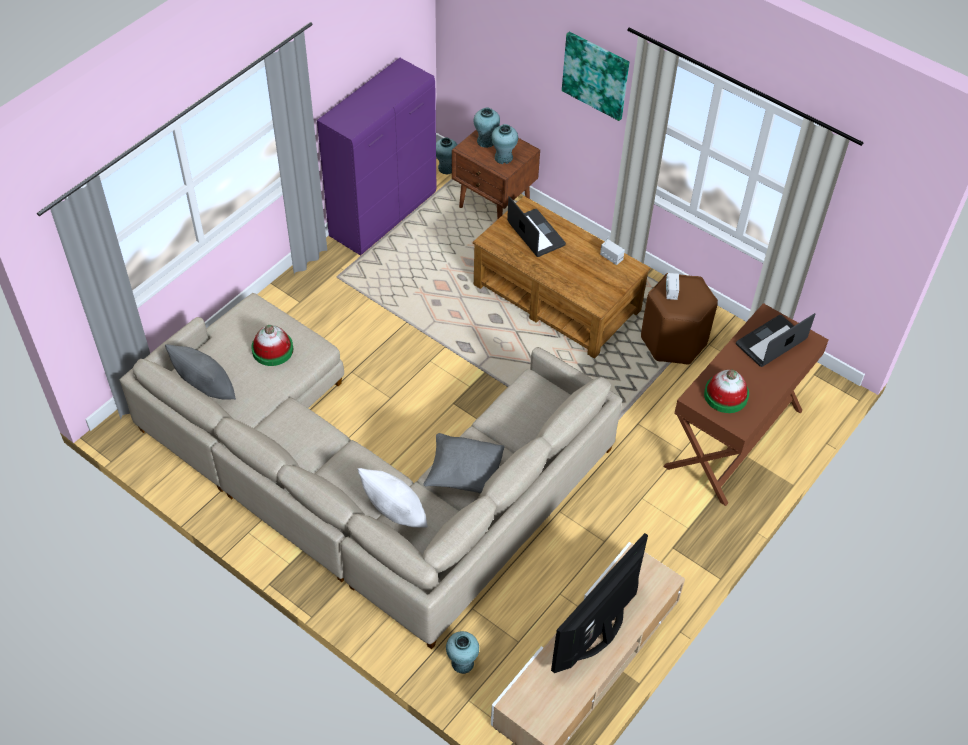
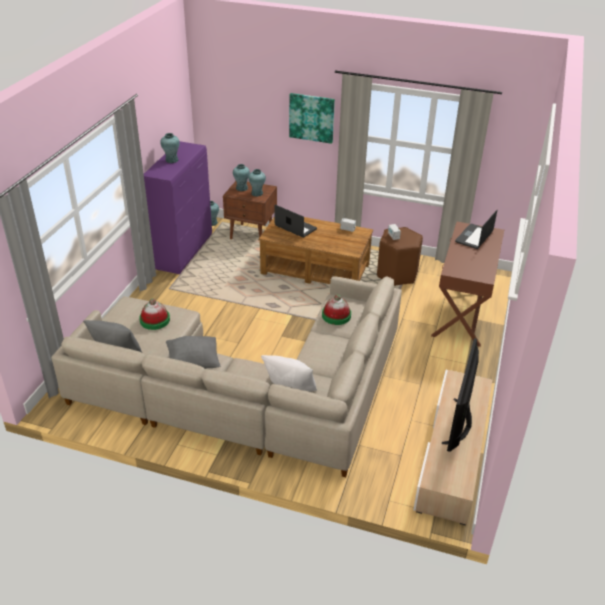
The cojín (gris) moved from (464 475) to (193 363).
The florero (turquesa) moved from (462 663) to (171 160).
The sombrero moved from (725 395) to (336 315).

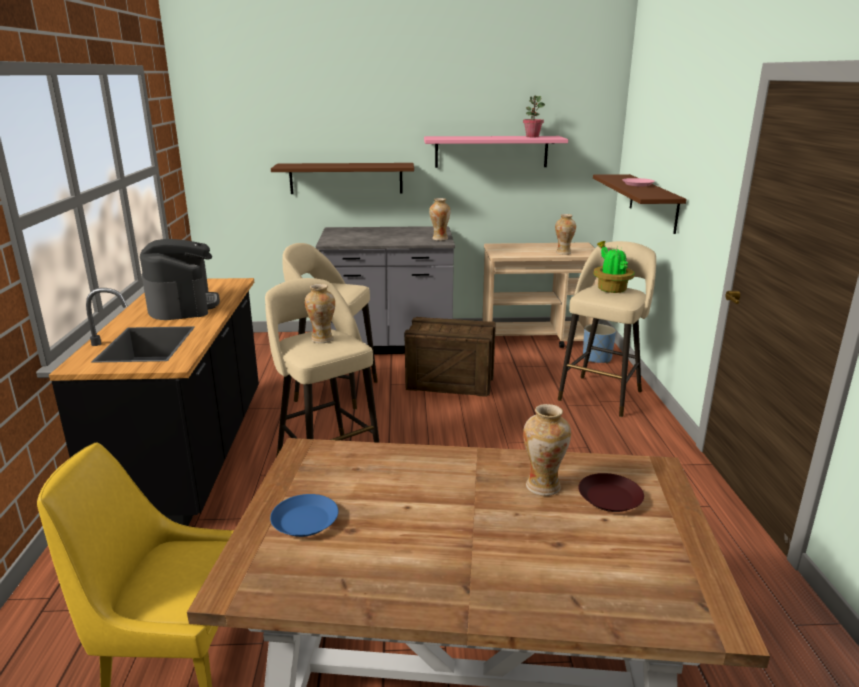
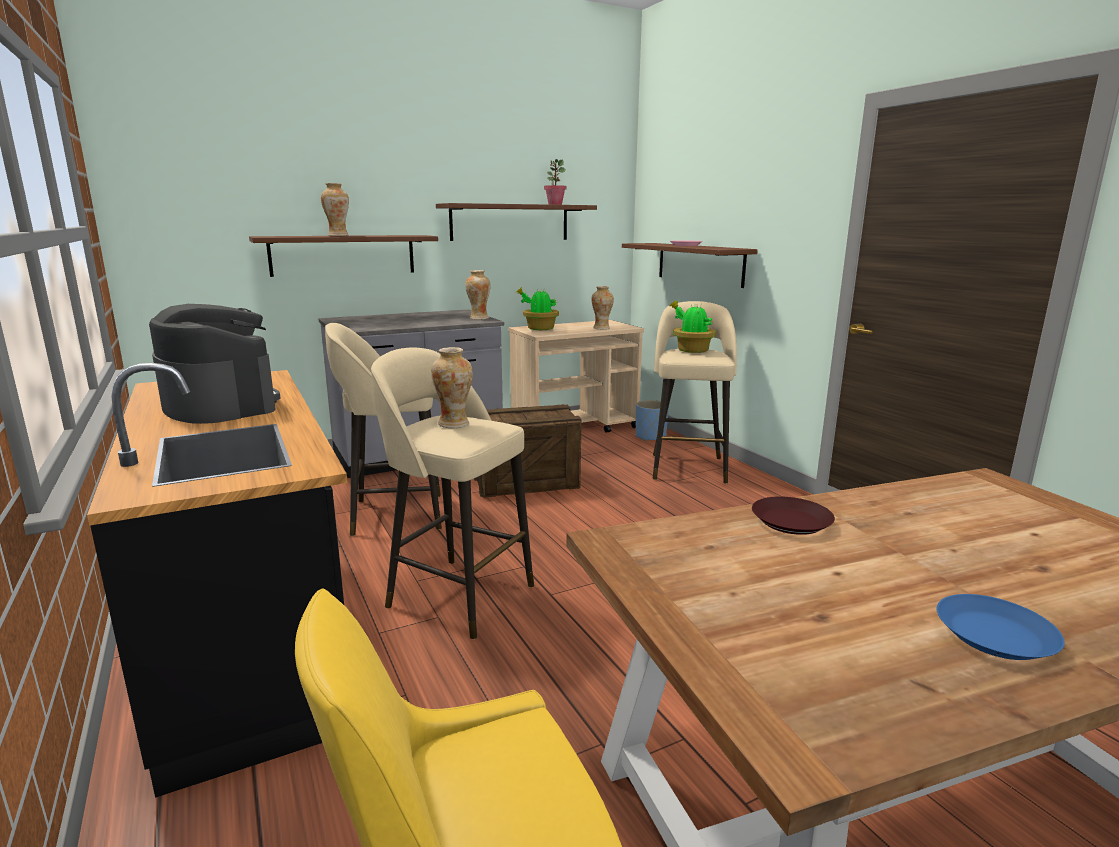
The plato (azul) moved from (305 520) to (993 635).
The estante (rosa) at (491 151) became the estante (marrón) at (510 222).
The florero moved from (543 486) to (338 236).
The plato (marrón) moved from (609 498) to (791 522).
The planta en maceta at (539 329) appeared.

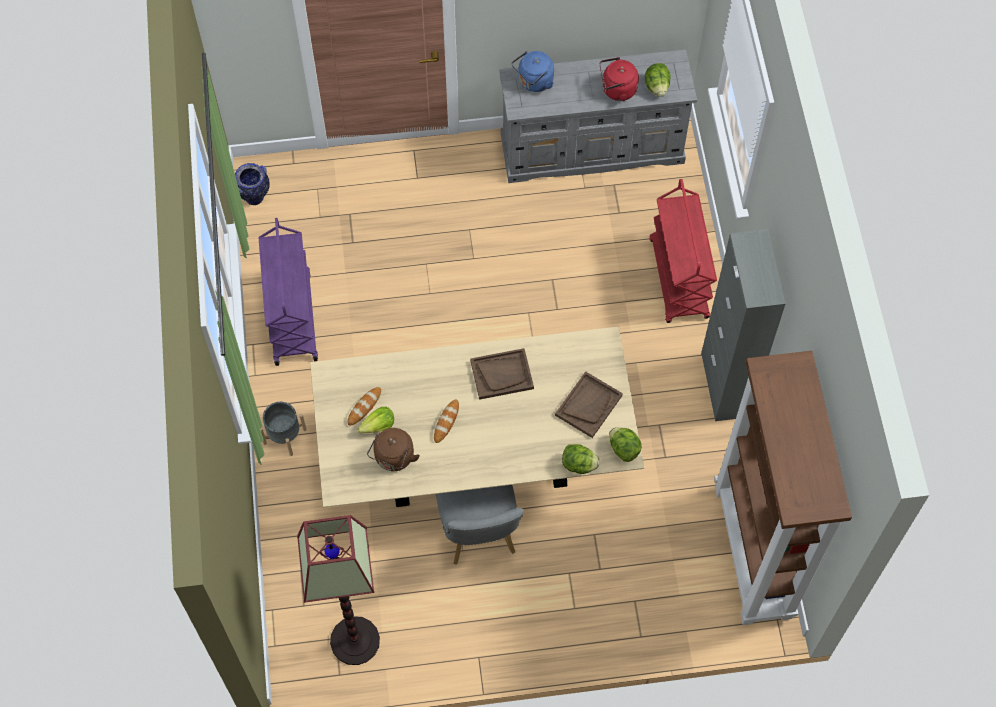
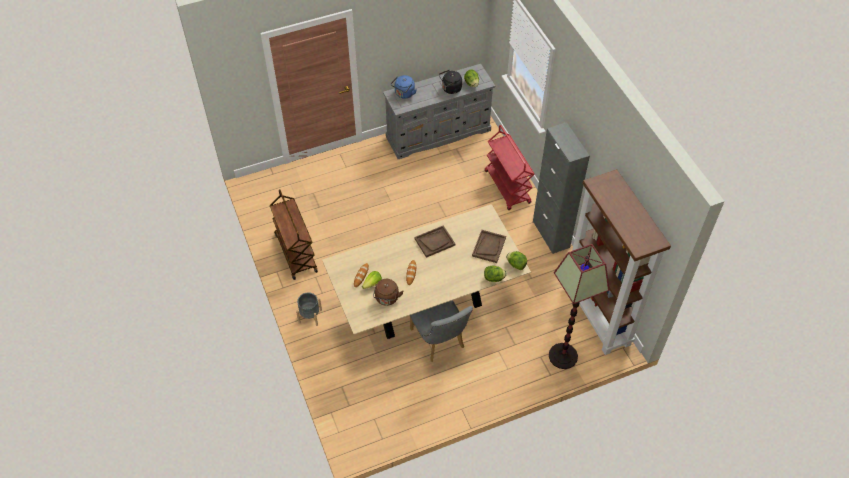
The florero at (255 197) disappeared.
The carrito (morado) at (292 317) became the carrito (marrón) at (295 253).
The lámpara de pie moved from (354 641) to (563 356).
The hervidor (rojo) at (616 90) became the hervidor (negro) at (450 89).

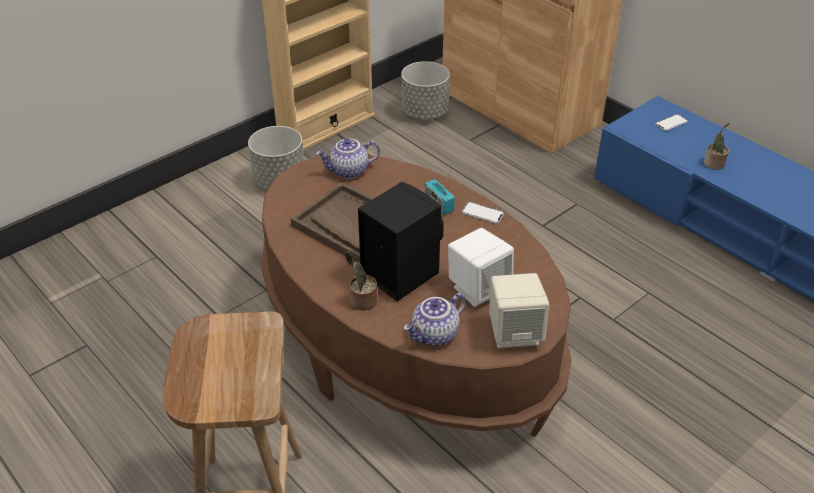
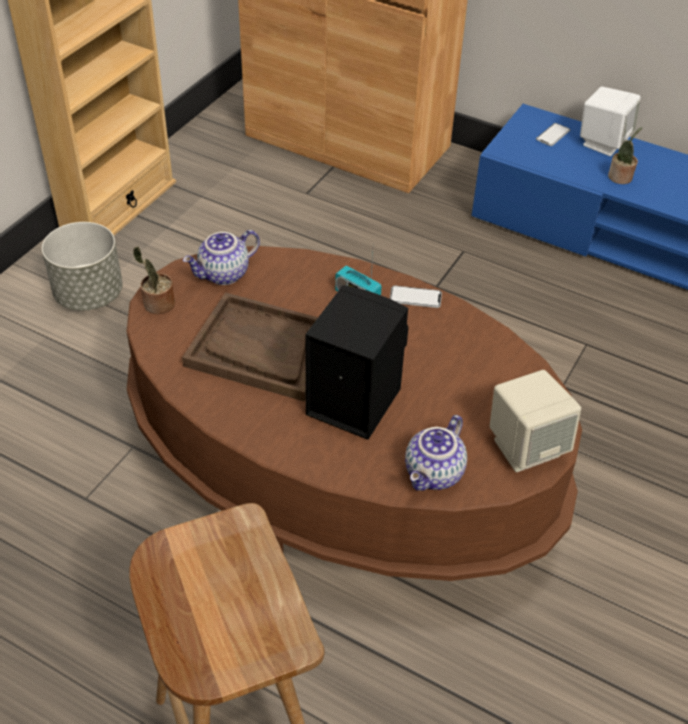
The planta en maceta moved from (362 302) to (157 305).
The maceta (gris) at (425 112) disappeared.
The altavoz (blanco) moved from (478 288) to (603 142).

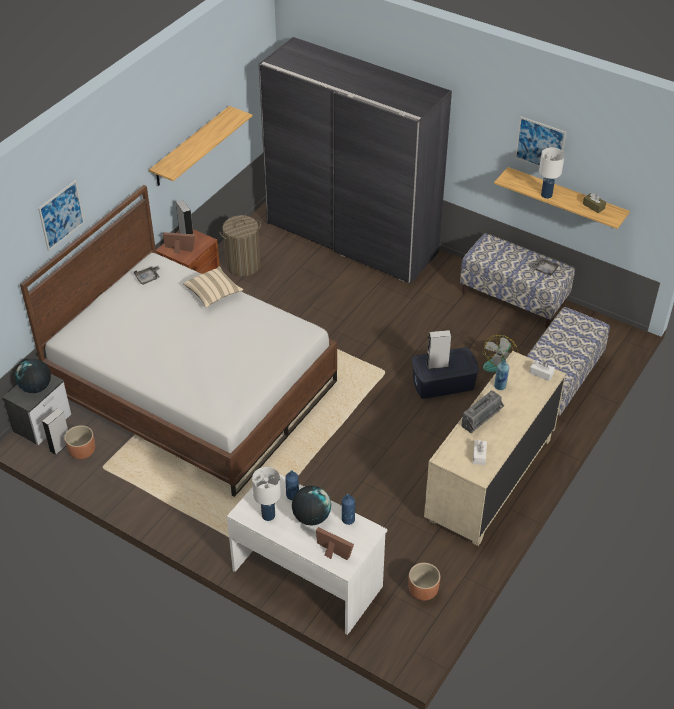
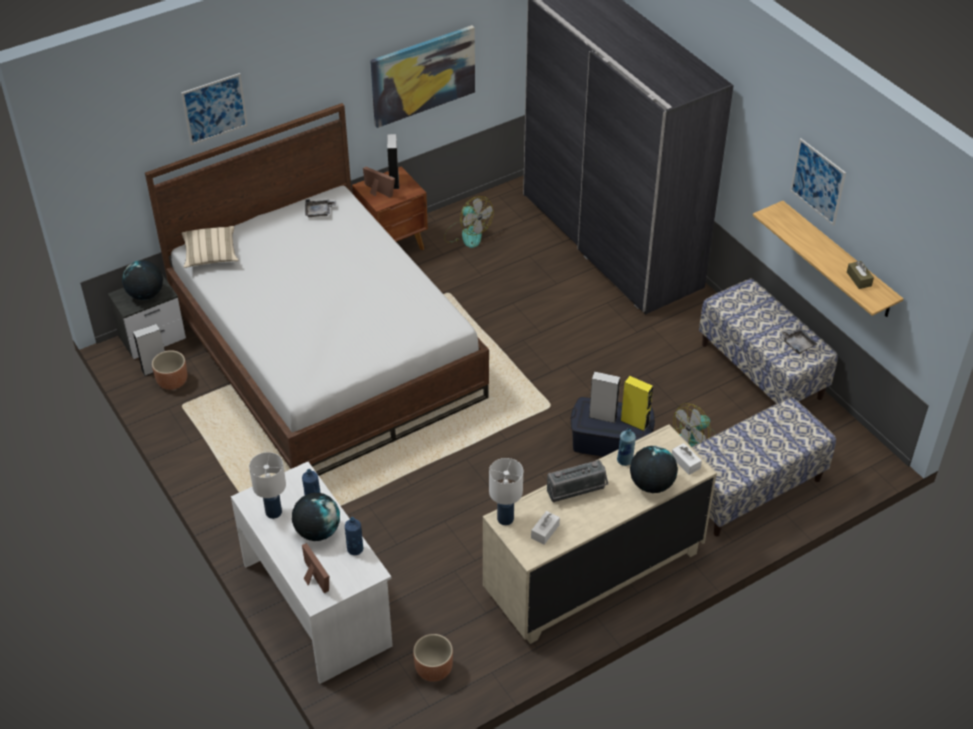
The estante at (191 147) was replaced by the cuadro at (423 75).
The cojín (beis) moved from (213 293) to (211 255).
The cesto de la ropa at (243 265) was replaced by the ventilador at (467 234).
The lámpara de mesa (blanco) moved from (546 195) to (506 518).
The altavoz (amarillo) at (634 422) appeared.
The globo terráqueo at (651 484) appeared.

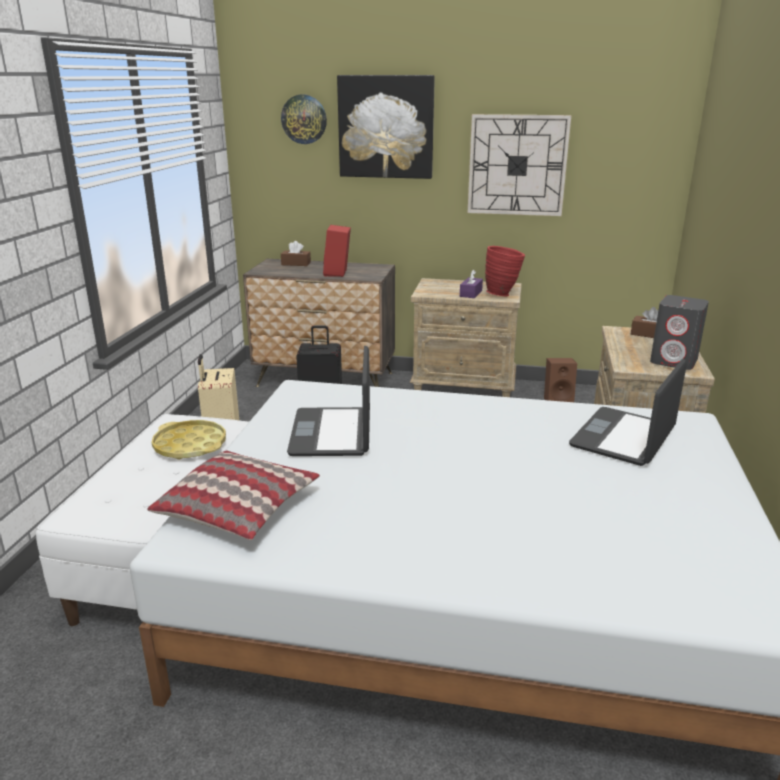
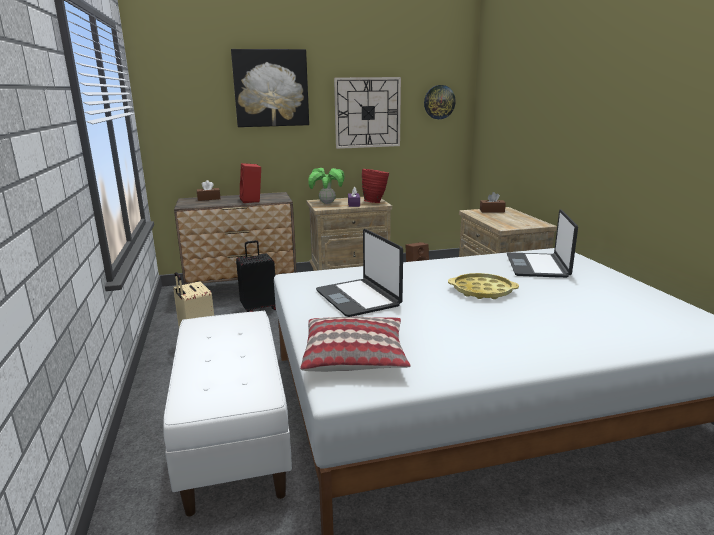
The bandeja (amarillo) moved from (190 445) to (482 291).
The reloj de pared moved from (304 119) to (439 102).
The altavoz (gris) at (674 361) disappeared.
The planta en maceta at (327 203) appeared.

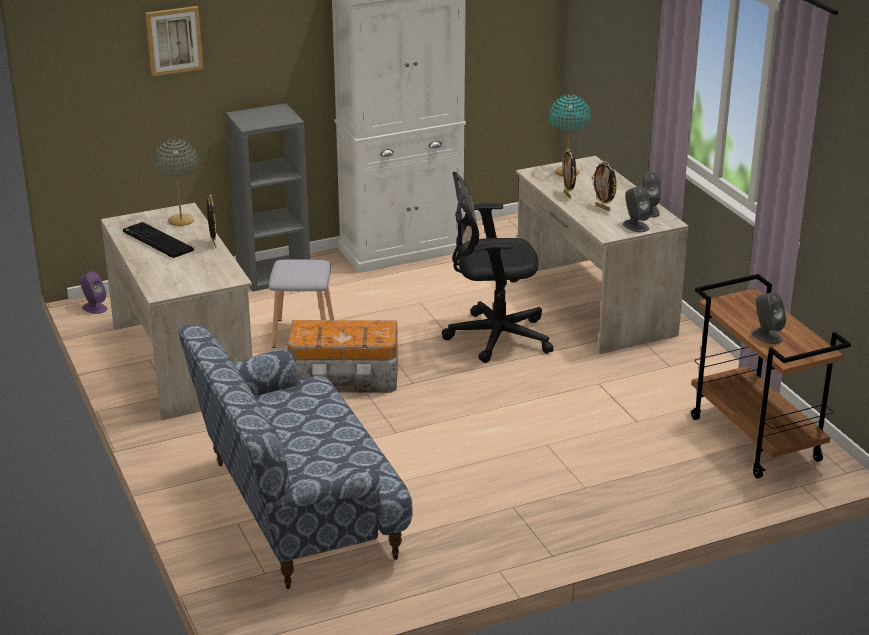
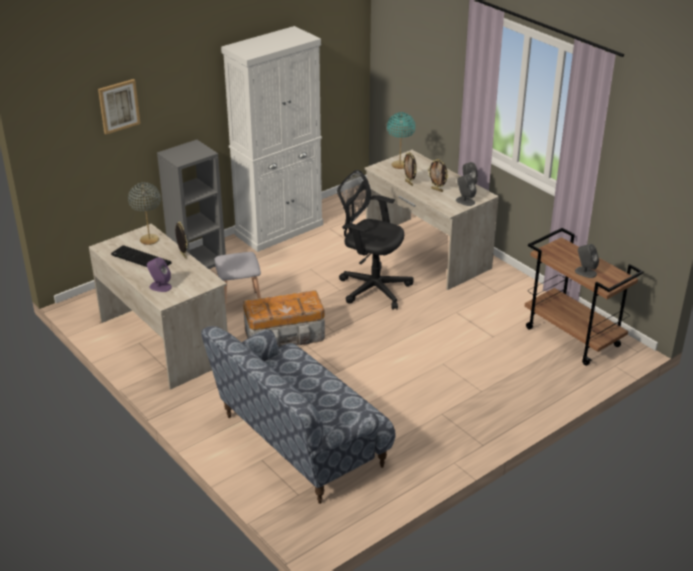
The altavoz (morado) moved from (94 308) to (160 286).
The silla de oficina (negro) at (493 337) turned 45 degrees clockwise.

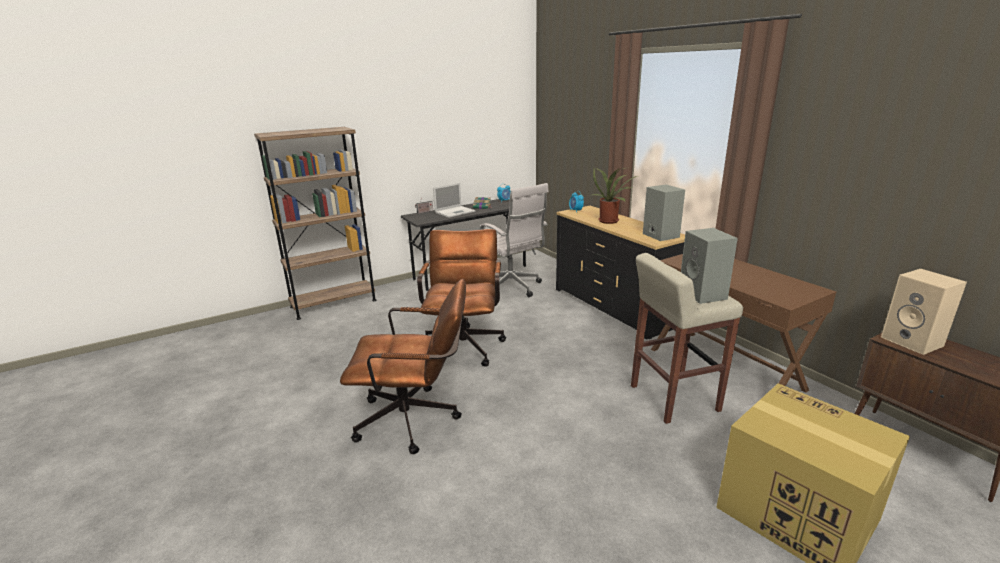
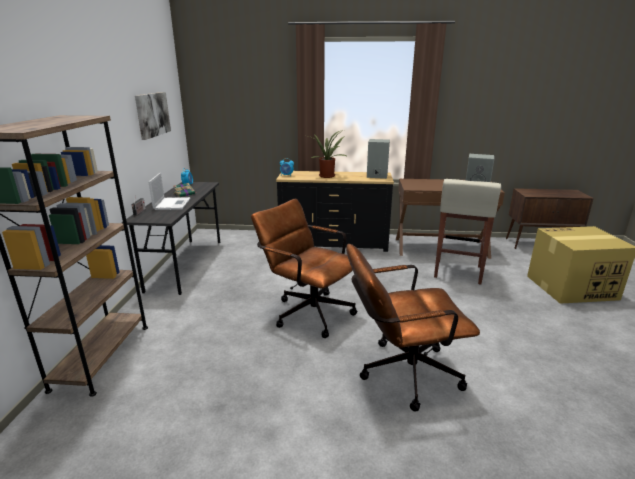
The silla de oficina (marrón) at (416 420) turned 135 degrees counterclockwise.
The silla de oficina (blanco) at (512 288) disappeared.
The altavoz (beis) at (913 342) disappeared.
The cuadro at (152 114) appeared.

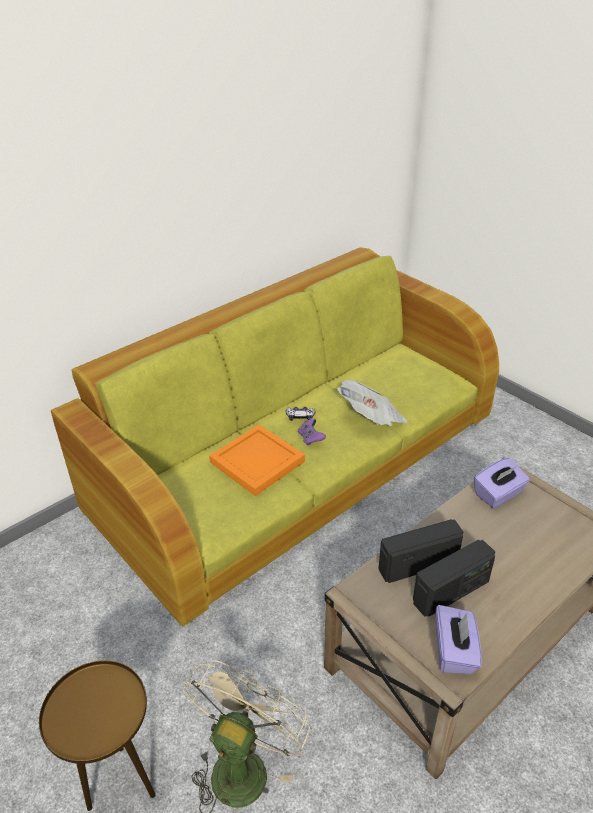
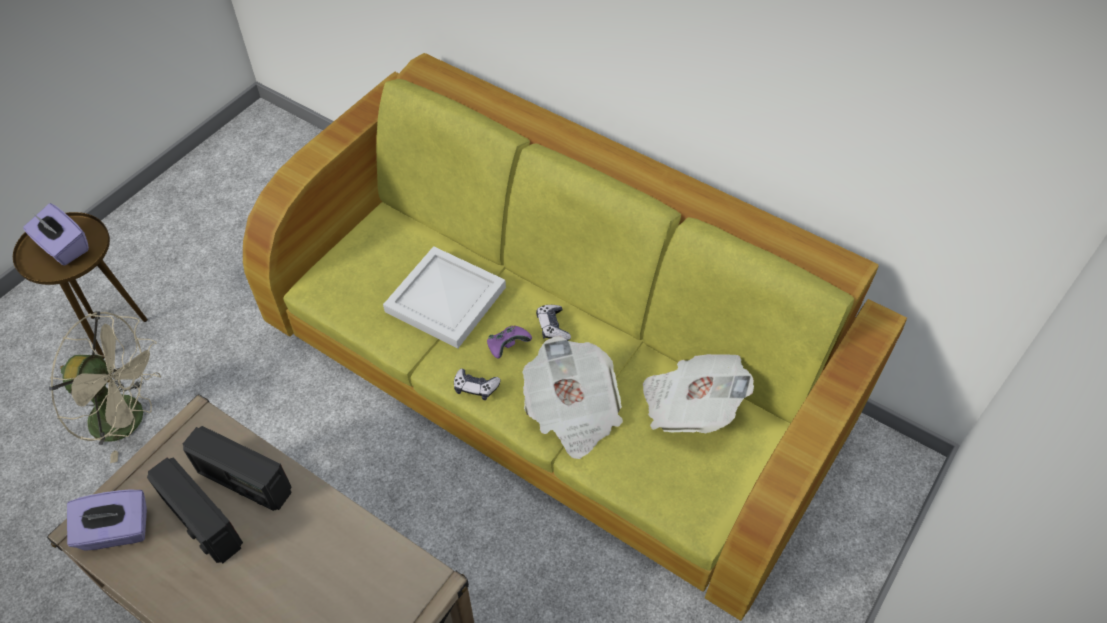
The bandeja (naranja) at (257 461) became the bandeja (blanco) at (447 299).
The radio at (417 564) turned 150 degrees clockwise.
The caja de pañuelos (morado) moved from (498 494) to (63 247).
The mando de consola at (475 387) appeared.
The periódico at (690 406) appeared.

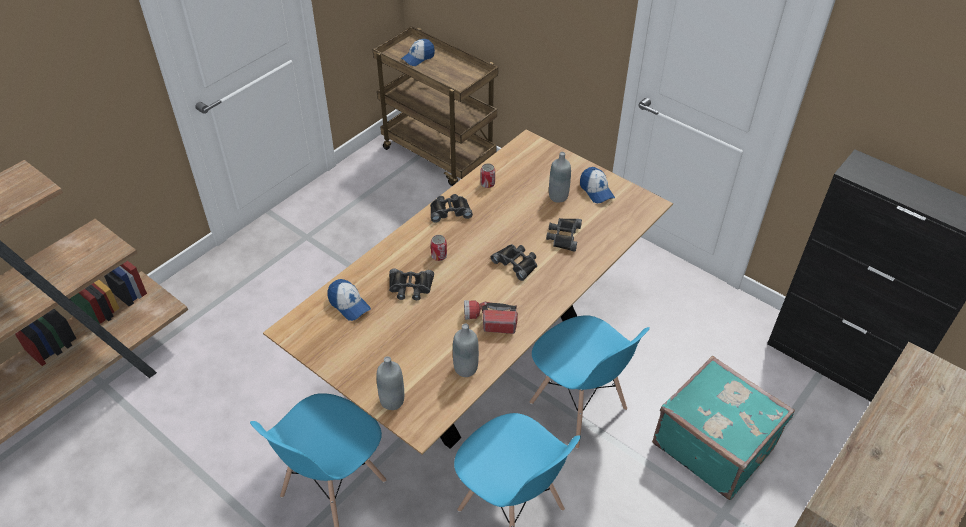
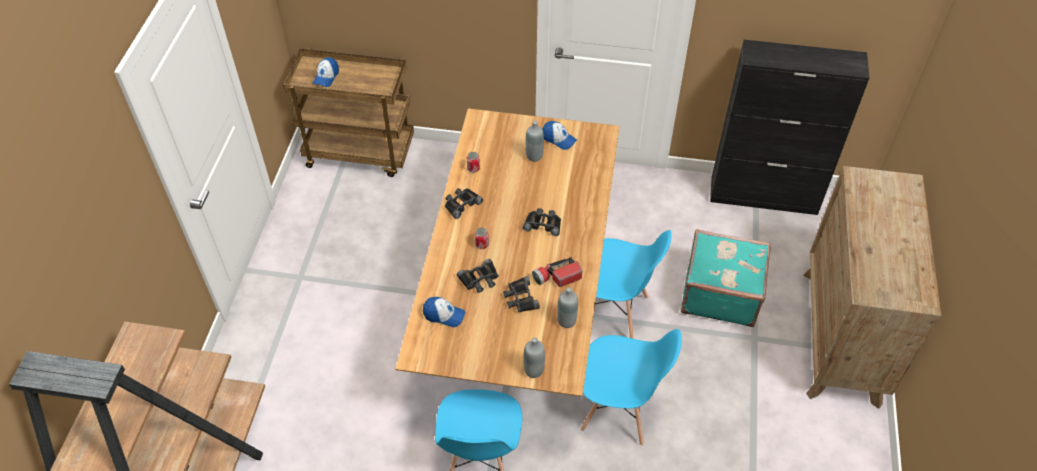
The prismáticos (negro) moved from (563 236) to (520 298).

